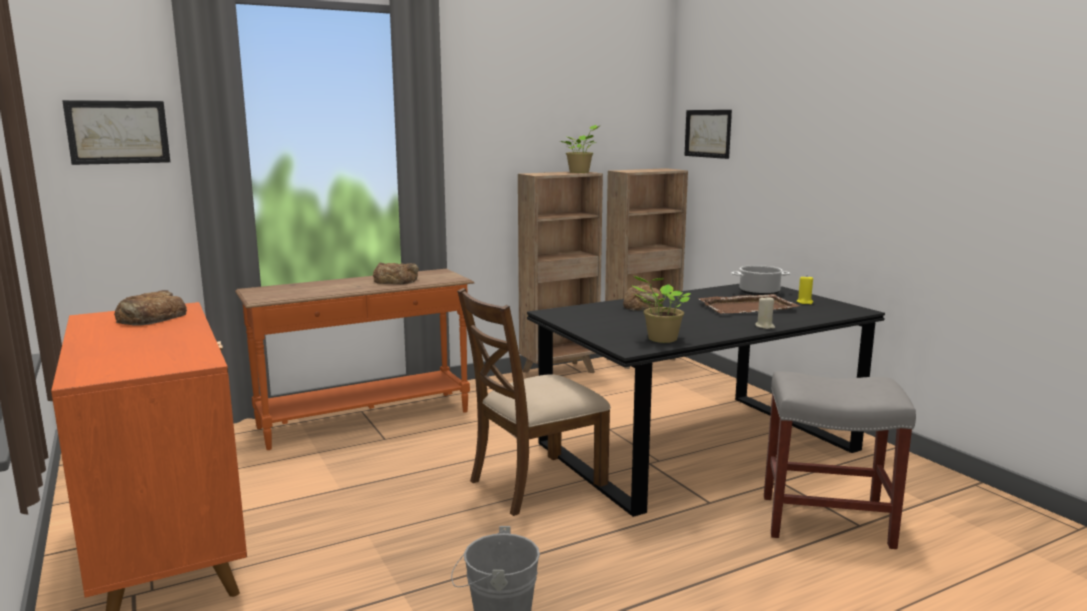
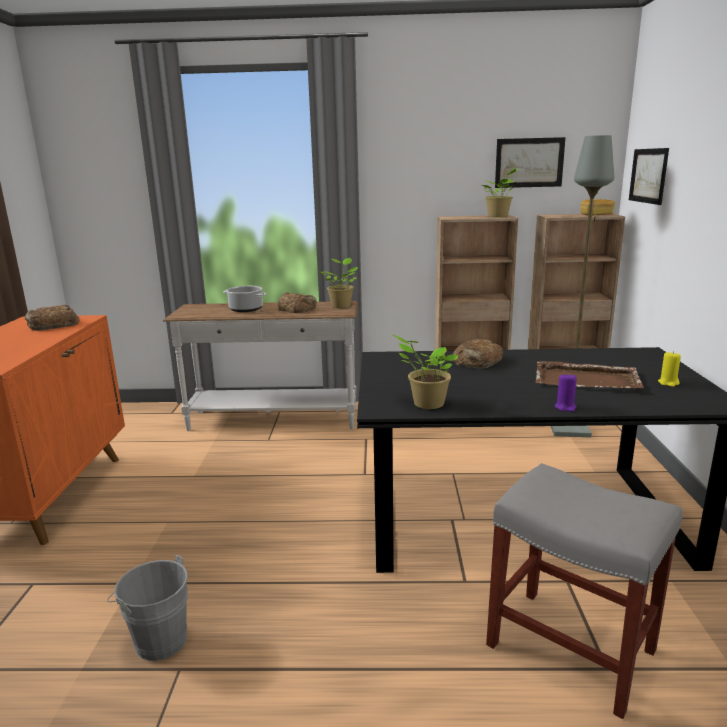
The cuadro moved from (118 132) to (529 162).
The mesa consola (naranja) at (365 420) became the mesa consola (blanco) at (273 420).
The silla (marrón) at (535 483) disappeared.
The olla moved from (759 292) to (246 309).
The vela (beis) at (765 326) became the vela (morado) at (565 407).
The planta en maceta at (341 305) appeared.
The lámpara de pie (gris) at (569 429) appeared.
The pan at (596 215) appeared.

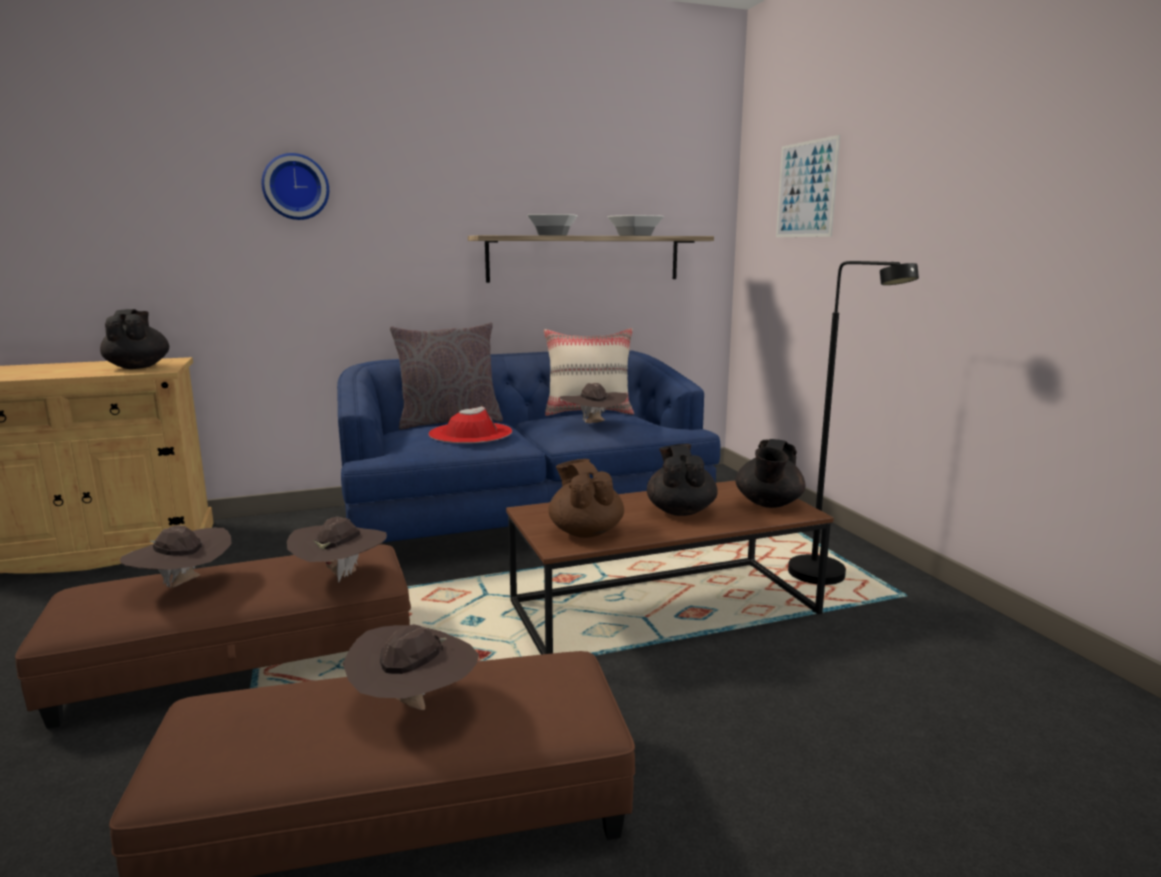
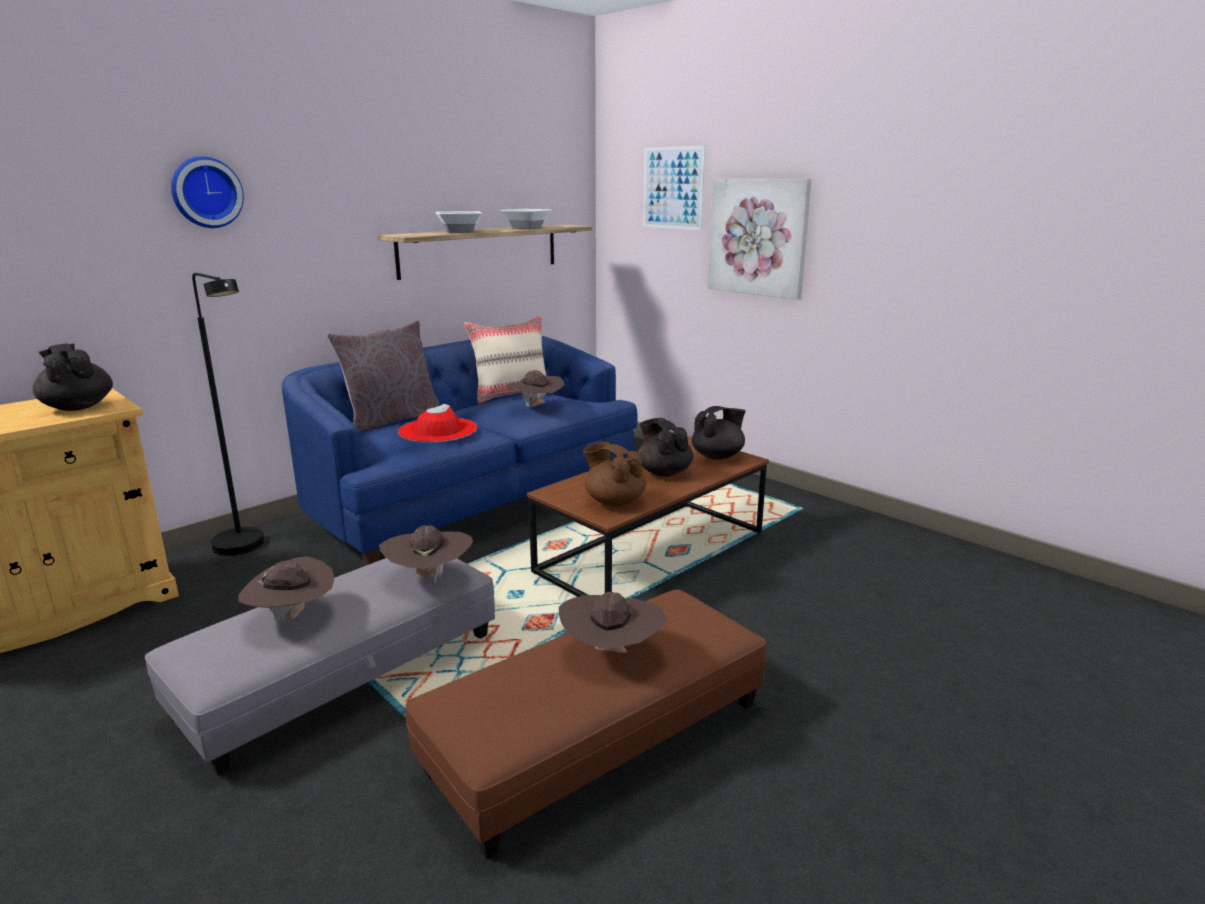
The puf (marrón) at (241 660) became the puf (gris) at (342 674).
The tetera (negro) at (768 504) turned 120 degrees counterclockwise.
The lámpara de pie (negro) moved from (828 580) to (246 548).
The cuadro at (758 237) appeared.

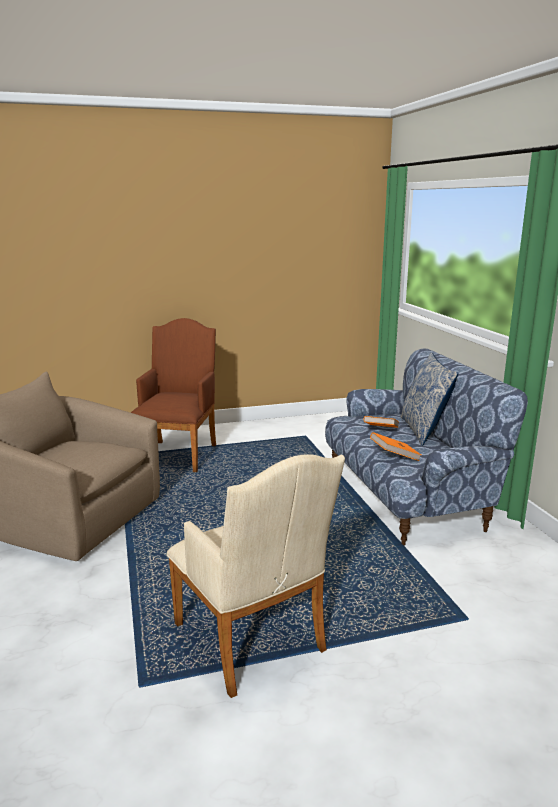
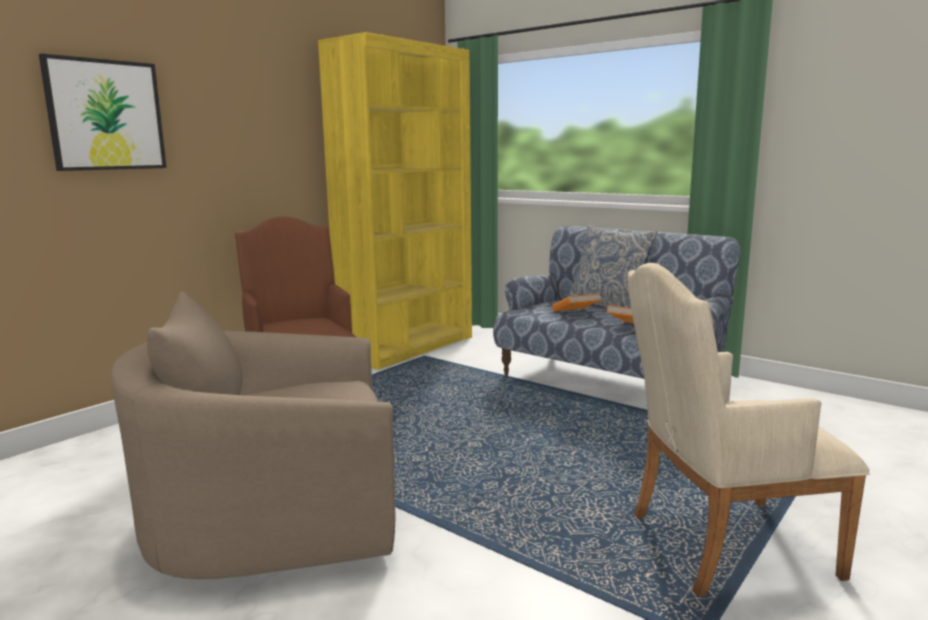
The sillón (beis) at (253 643) turned 150 degrees clockwise.
The cuadro at (105 115) appeared.
The estantería (amarillo) at (408 347) appeared.

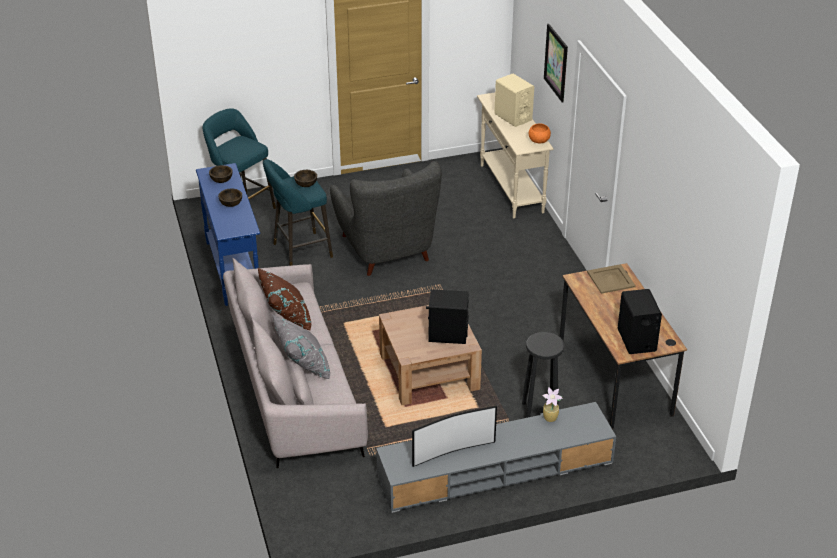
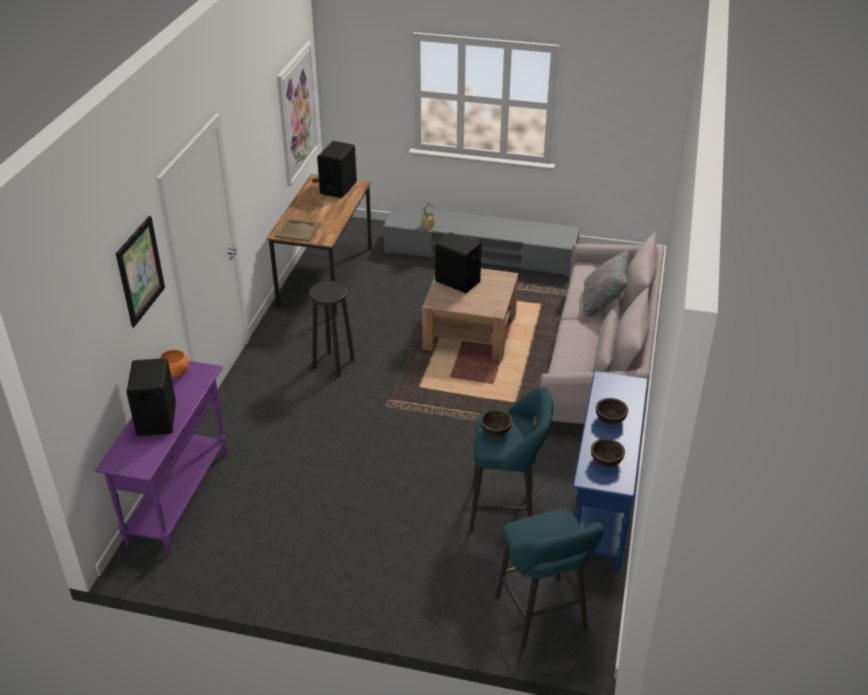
The cojín (marrón) at (286 317) disappeared.
The sillón (gris) at (386 250) disappeared.
The televisor at (452 451) disappeared.
The mesa consola (beis) at (511 189) became the mesa consola (morado) at (179 498).
The altavoz (beis) at (513 117) became the altavoz (negro) at (157 419).
The taburete (negro) moved from (539 412) to (333 364).
The cuadro at (296 113) appeared.

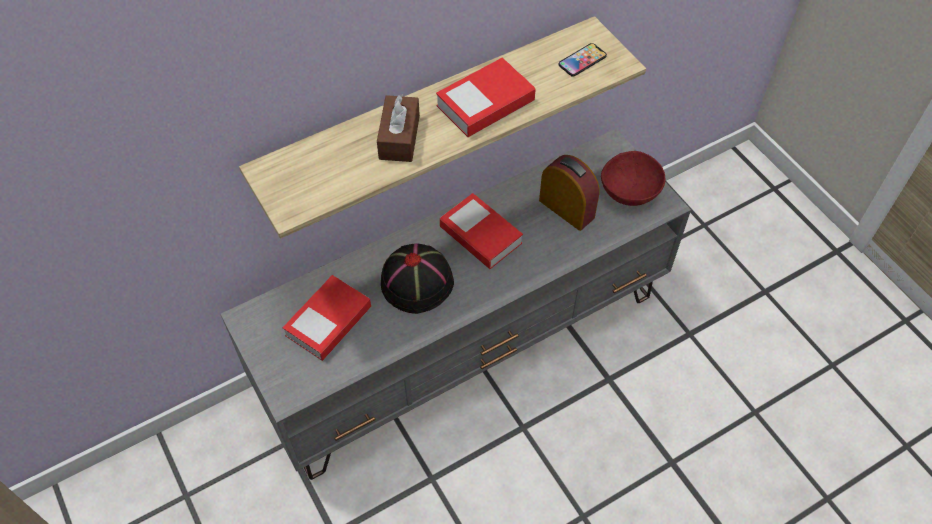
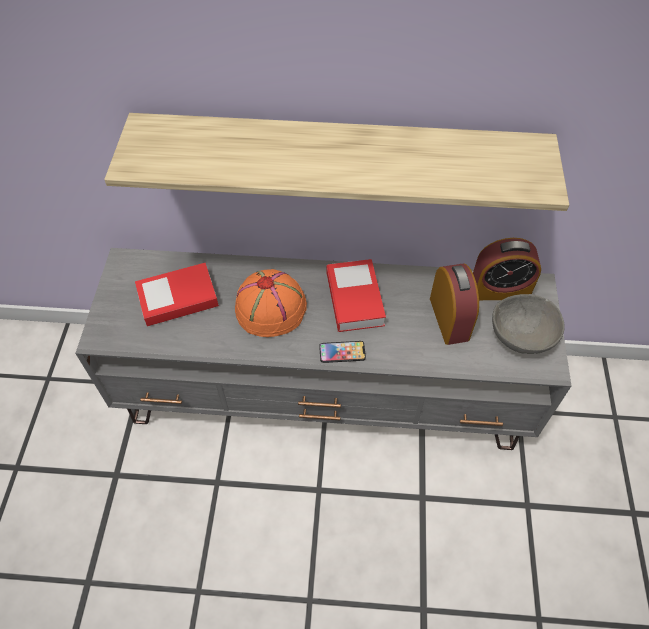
The caja de pañuelos (marrón) at (399 137) disappeared.
The sombrero (negro) at (417 282) became the sombrero (naranja) at (271 307).
The libro at (485 103) disappeared.
The móvil moved from (582 60) to (342 352).
The cuenco (rojo) at (629 192) became the cuenco (gris) at (520 336).
The despertador at (499 290) appeared.

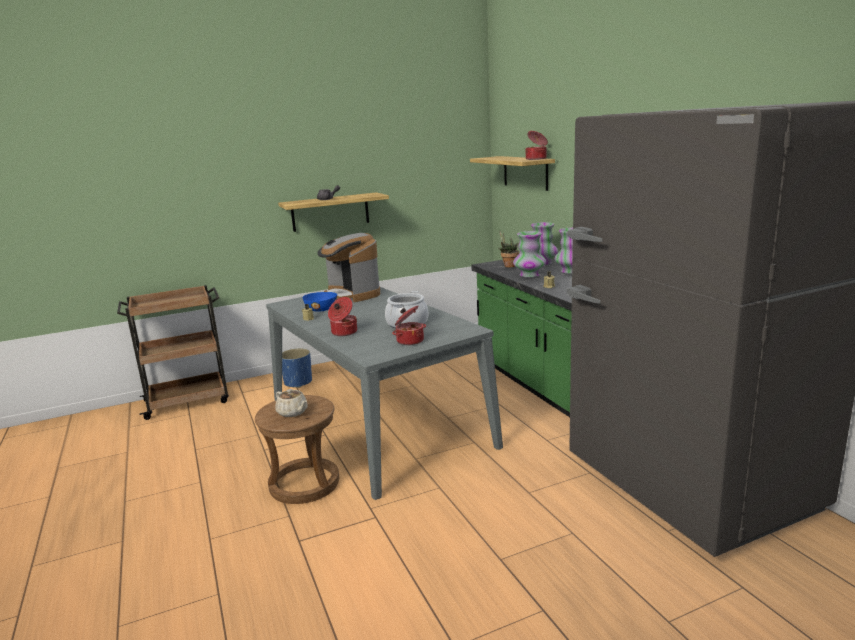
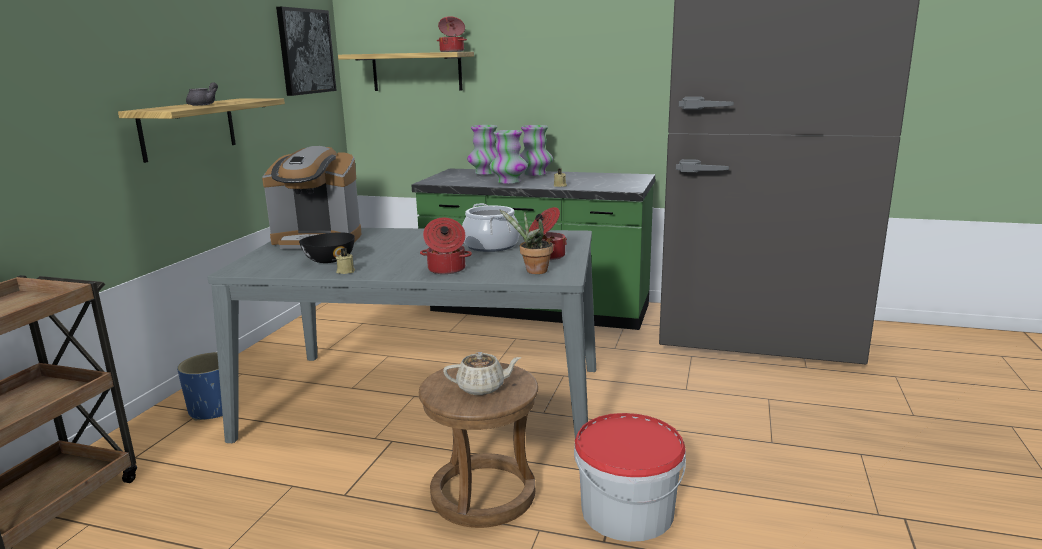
The cuenco (azul) at (321 309) became the cuenco (negro) at (329 260).
The planta en maceta moved from (508 266) to (533 271).
The cuadro at (305 51) appeared.
The cubo at (627 510) appeared.

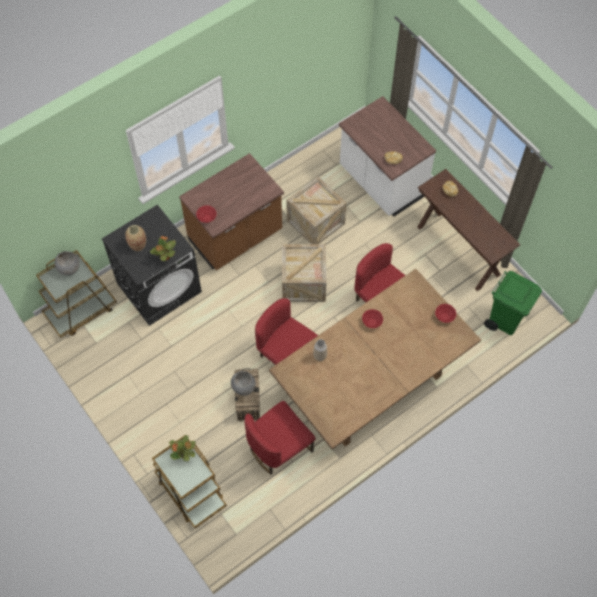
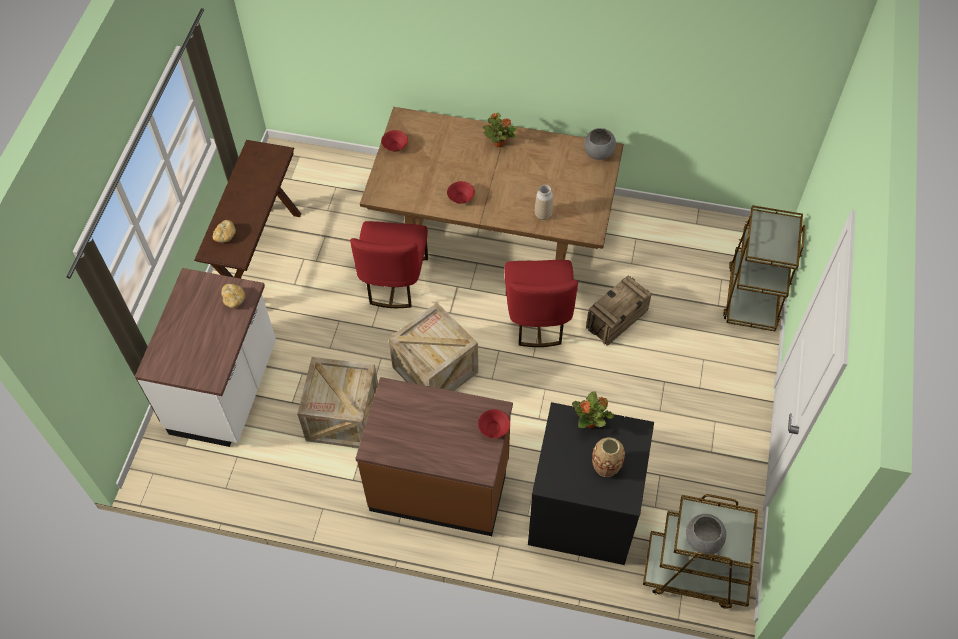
The planta en maceta moved from (184 454) to (498 143).
The cuenco (gris) moved from (243 387) to (598 153).
The silla (rojo) at (279 448) disappeared.
The papelera (verde) at (505 319) disappeared.

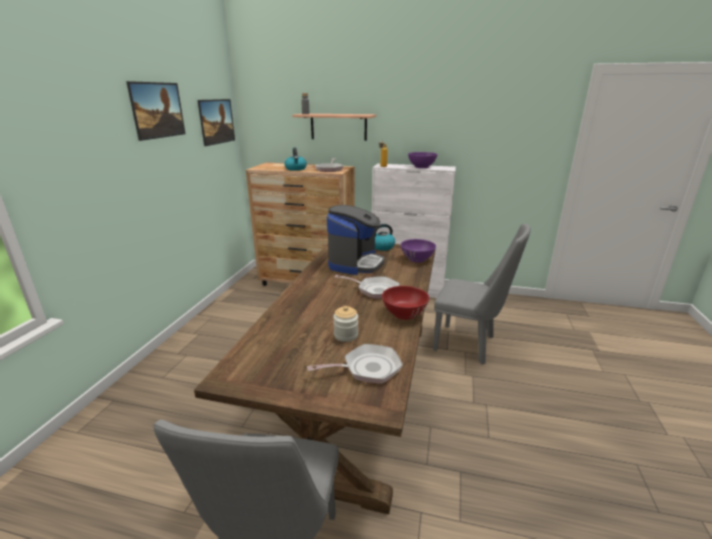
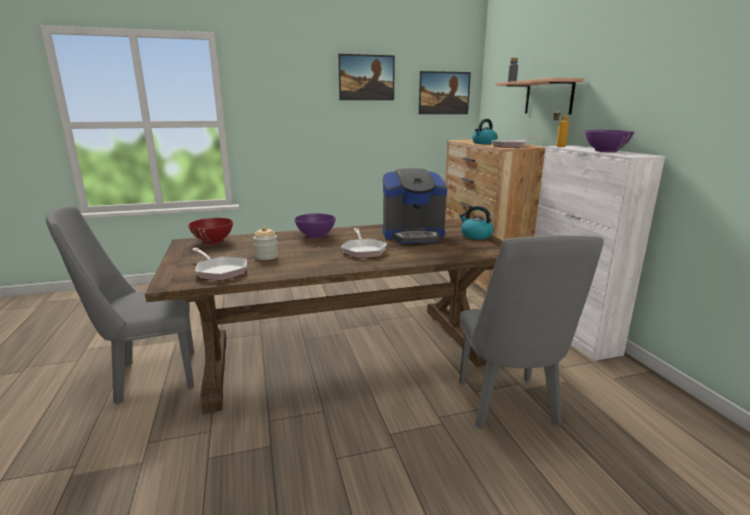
The cuenco (rojo) moved from (404 314) to (213 241).
The cuenco (morado) moved from (417 259) to (316 235).

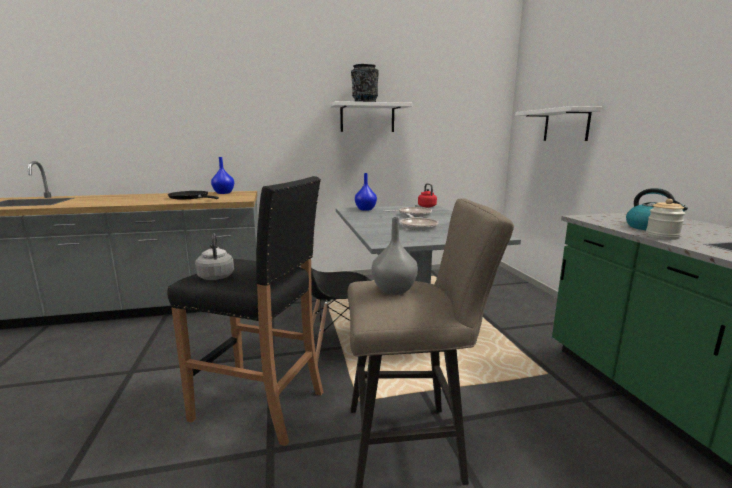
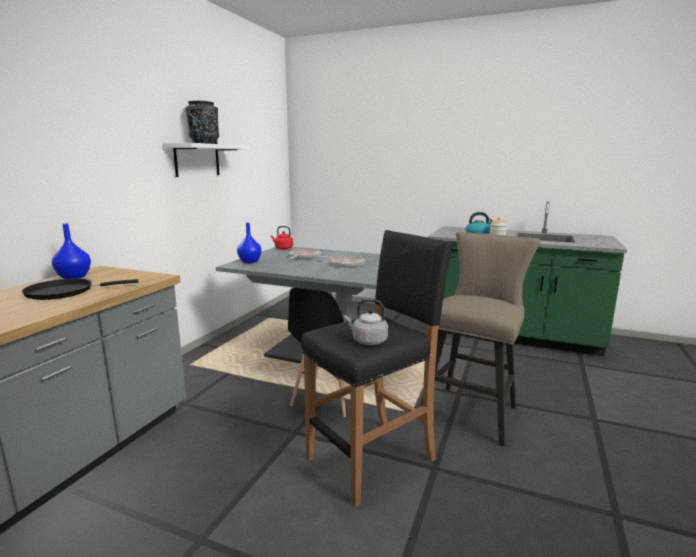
The florero (gris) at (395 290) disappeared.
The estante (blanco) at (566 125) disappeared.

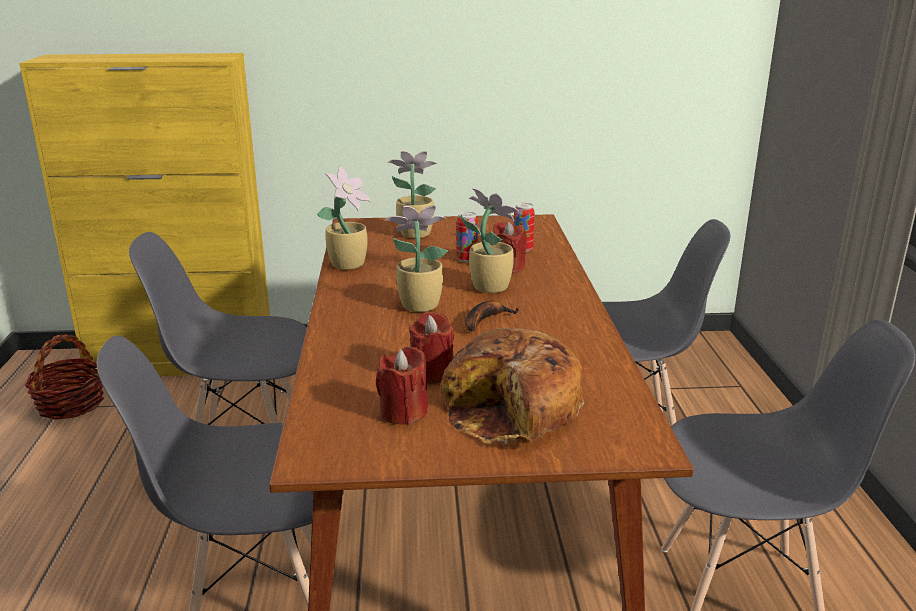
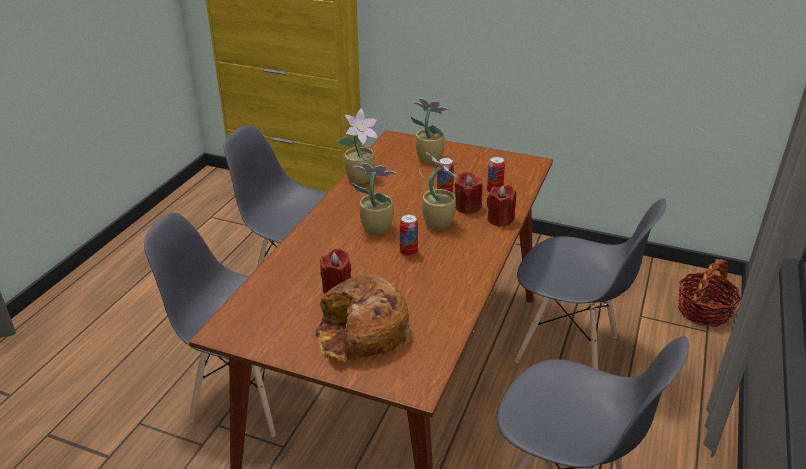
The cesta moved from (71 404) to (703 311).
The vela (rojo) moved from (403 412) to (500 219).
The plátano at (485 320) was replaced by the lata at (408 252).

